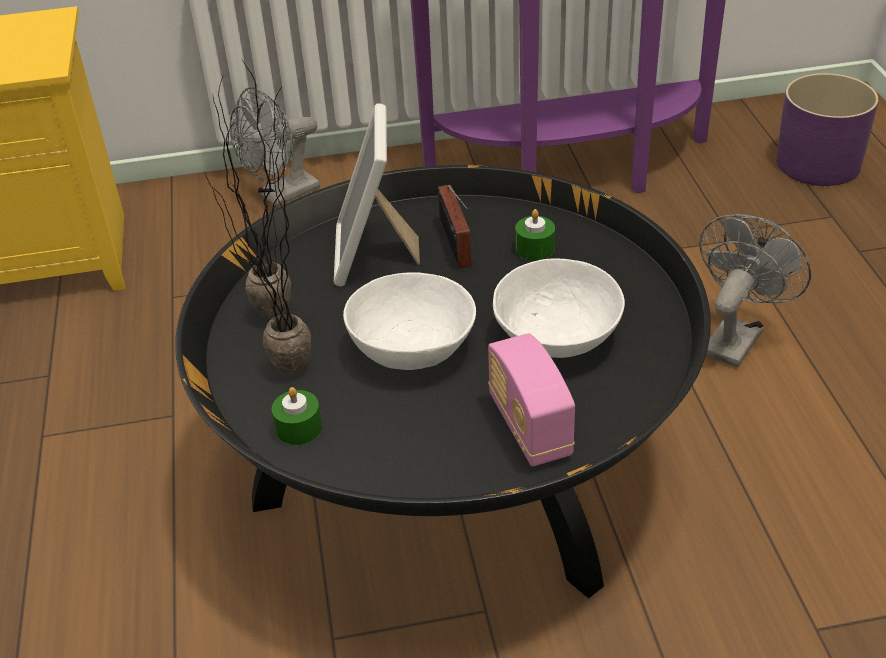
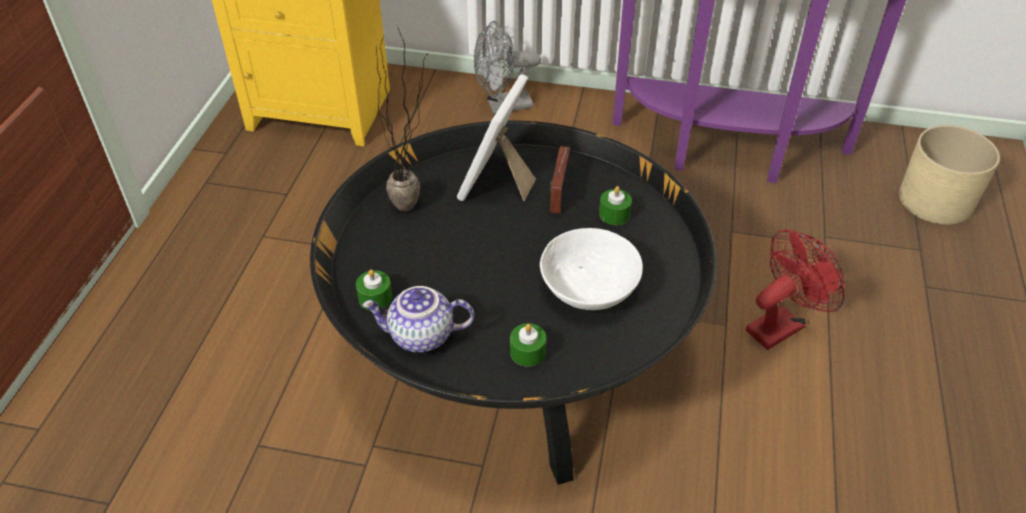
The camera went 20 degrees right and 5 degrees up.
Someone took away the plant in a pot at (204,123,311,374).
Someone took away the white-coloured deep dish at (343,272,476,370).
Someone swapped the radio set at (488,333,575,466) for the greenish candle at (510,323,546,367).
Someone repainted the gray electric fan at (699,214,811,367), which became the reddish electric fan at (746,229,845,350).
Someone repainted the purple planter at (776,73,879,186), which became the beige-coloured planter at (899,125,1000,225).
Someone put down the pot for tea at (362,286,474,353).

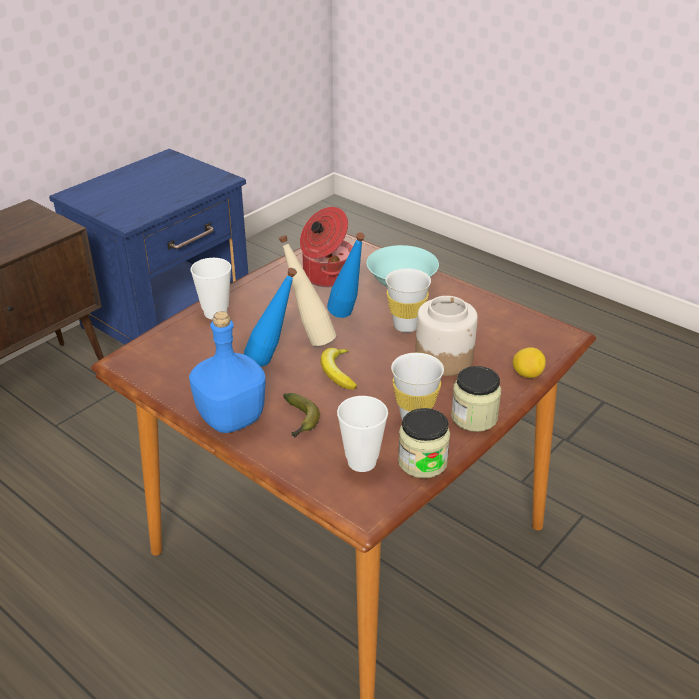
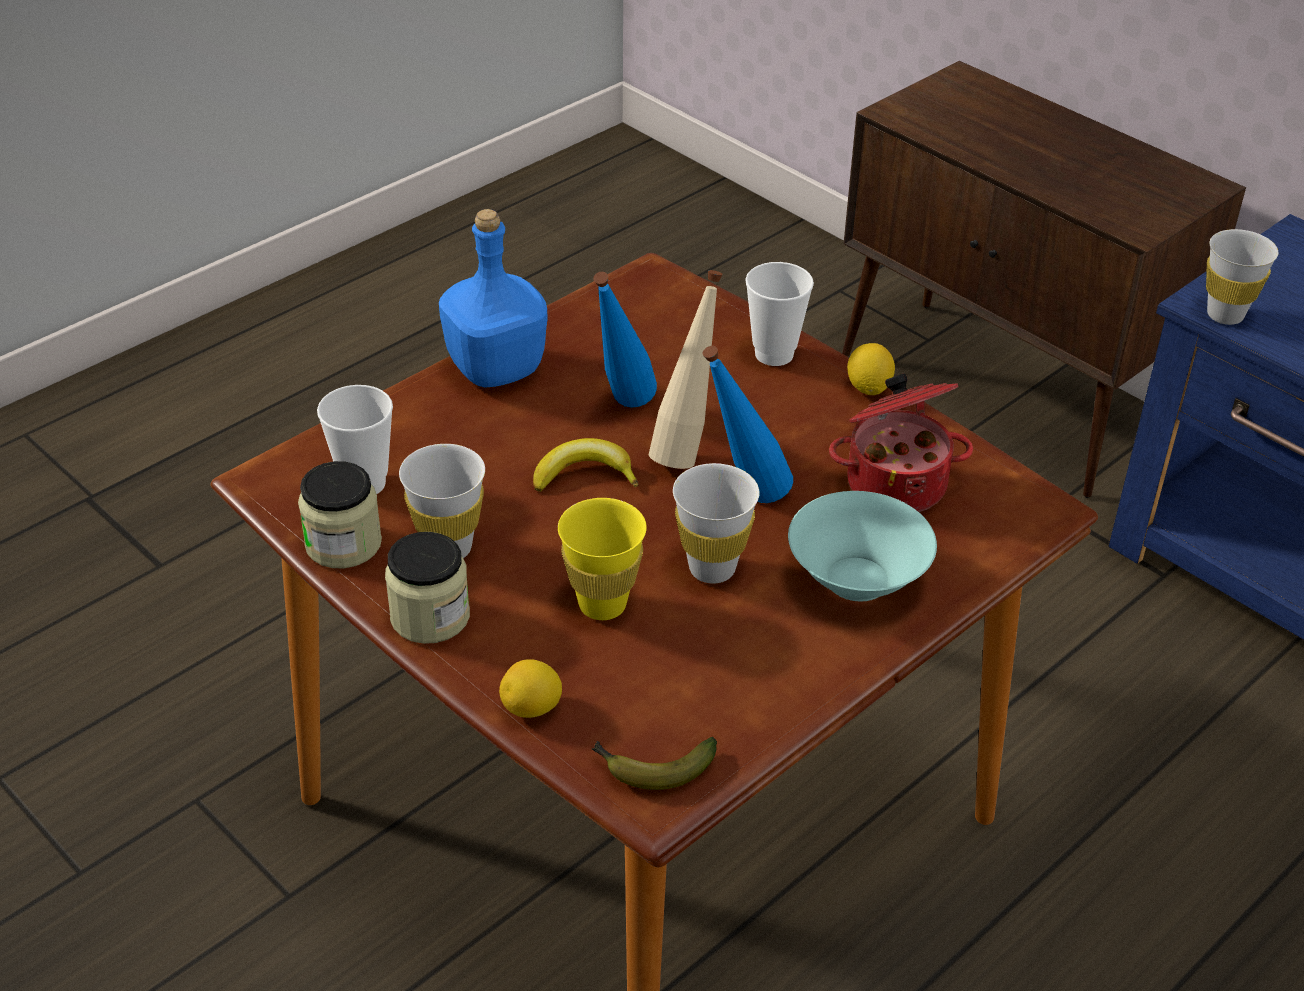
The camera went 95 degrees right and 5 degrees up.
Someone carried the whole banana from (283,393,320,438) to (592,737,717,790).
Someone swapped the preserve jar at (415,296,478,376) for the yellowish small cup at (558,498,647,620).
Someone put down the citrus fruit at (847,343,895,395).
Someone put down the white-coloured small cup at (1206,229,1278,325).

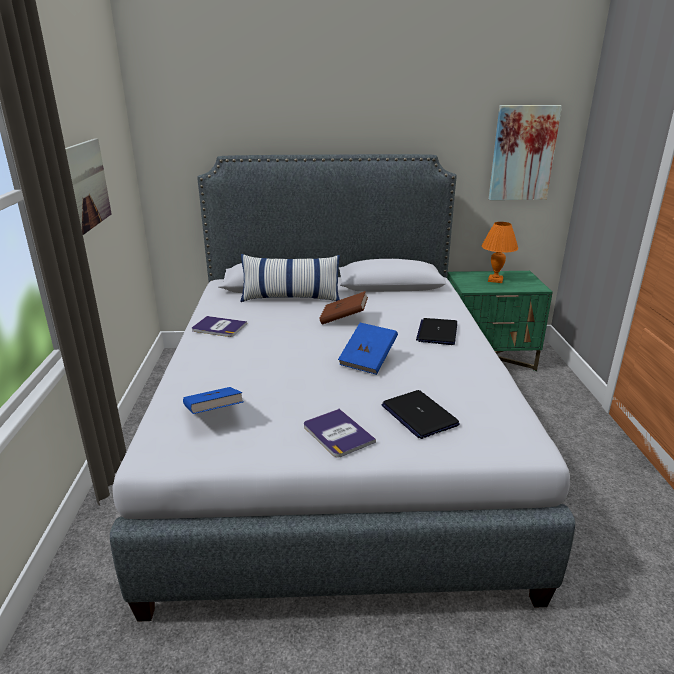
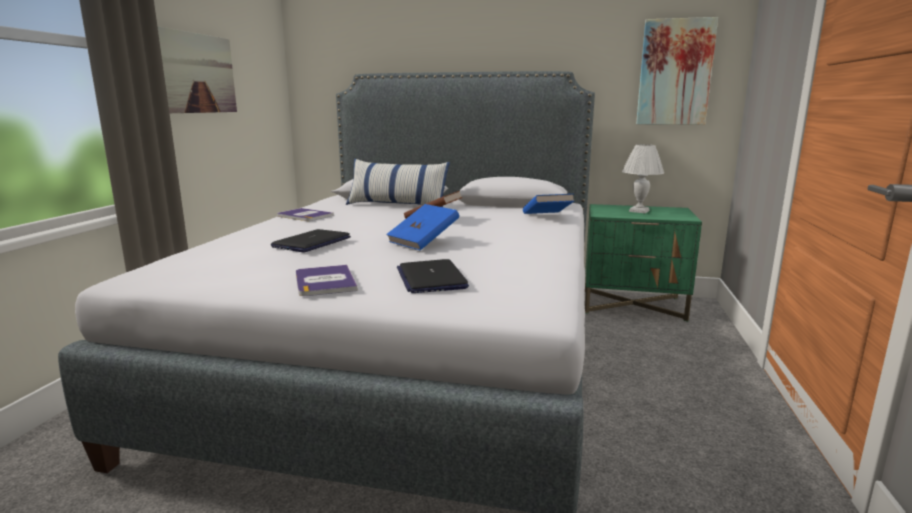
The camera went 15 degrees right and 10 degrees down.
Someone carried the bluish volume from (183,387,244,414) to (523,194,574,214).
Someone carried the notebook computer from (416,318,457,345) to (271,229,351,253).
Someone repainted the orange lamp for a table at (482,222,518,283), which became the white-coloured lamp for a table at (622,144,664,213).

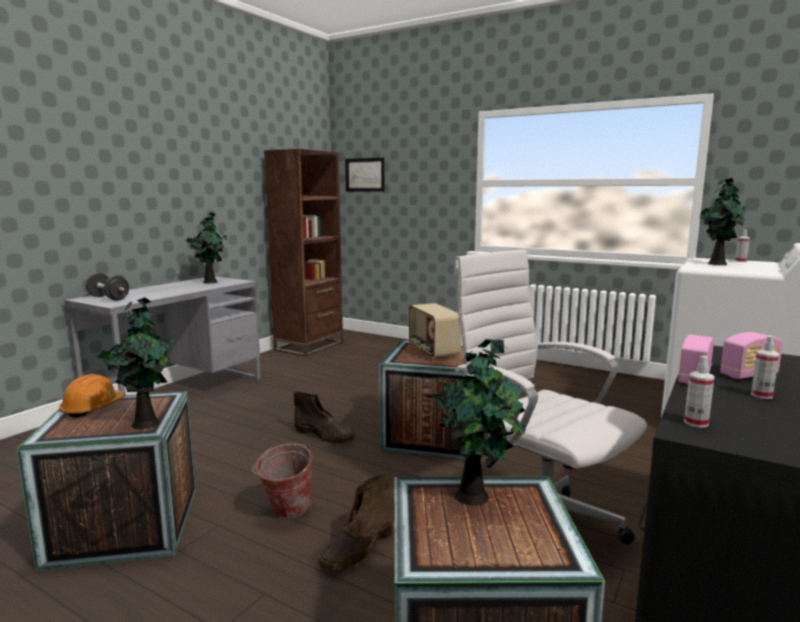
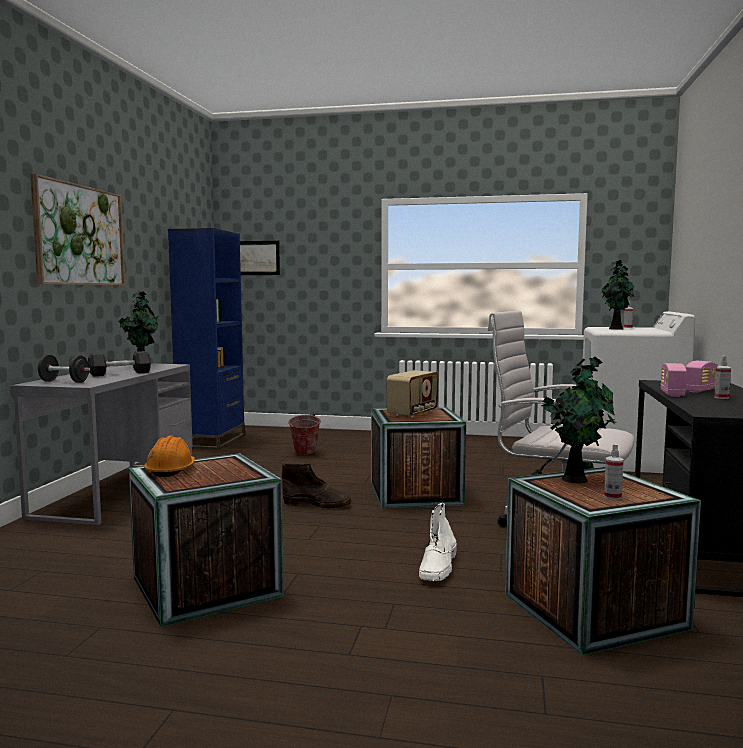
The camera went 20 degrees left and 5 degrees down.
Someone took away the plant in a pot at (97,297,175,429).
Someone carried the bucket from (253,443,312,519) to (288,414,321,455).
Someone repainted the brown-coloured bookshelf at (264,149,343,357), which became the bluish bookshelf at (168,228,245,450).
Someone repainted the brown-coloured high-top boot at (319,472,395,572), which became the white-coloured high-top boot at (419,503,457,581).
Someone rotated the radio set at (409,303,461,359) by 105 degrees counterclockwise.
Someone carried the hand sprayer from (684,356,715,428) to (604,444,624,500).
Someone put up the picture at (30,174,125,285).
Someone put down the blackish dumbbell at (88,351,151,376).

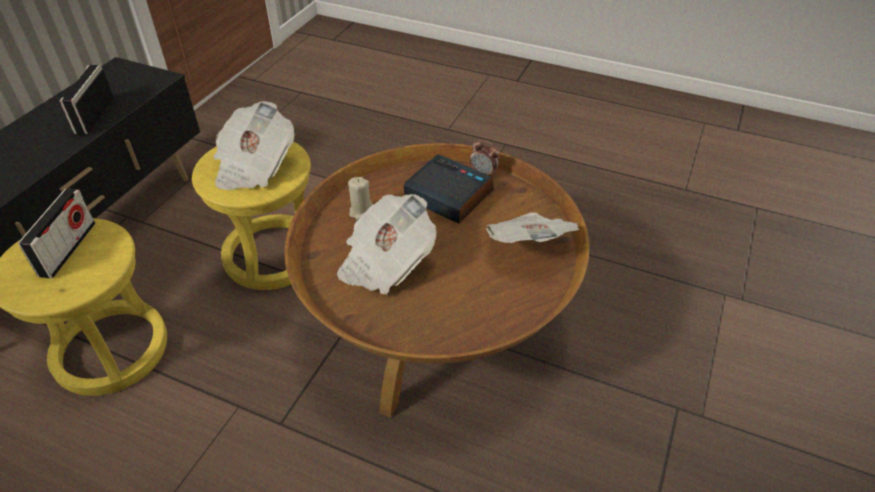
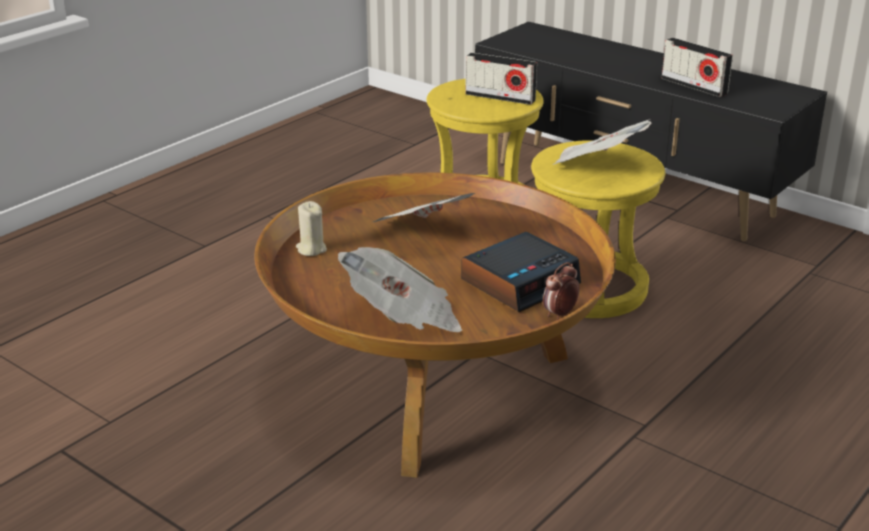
The camera went 105 degrees right and 15 degrees down.
Someone rotated the radio set at (59,65,114,135) by 150 degrees counterclockwise.
Someone carried the beige-coloured candle from (348,177,373,219) to (296,201,327,256).

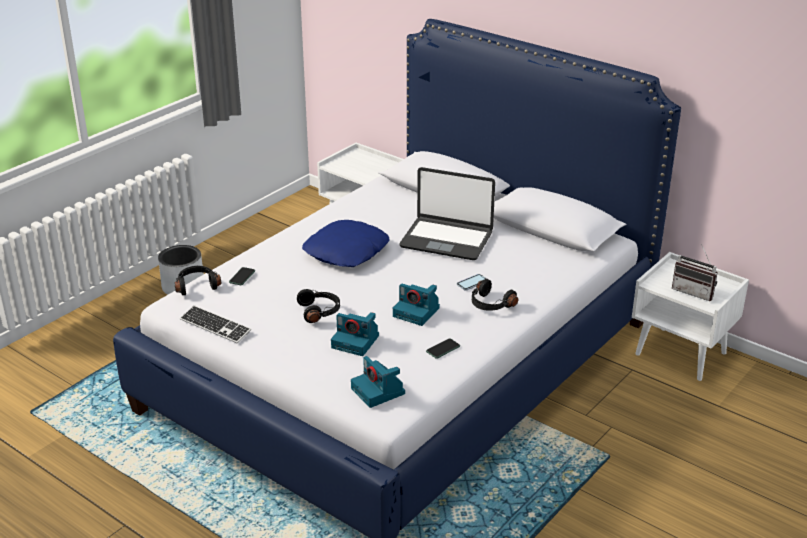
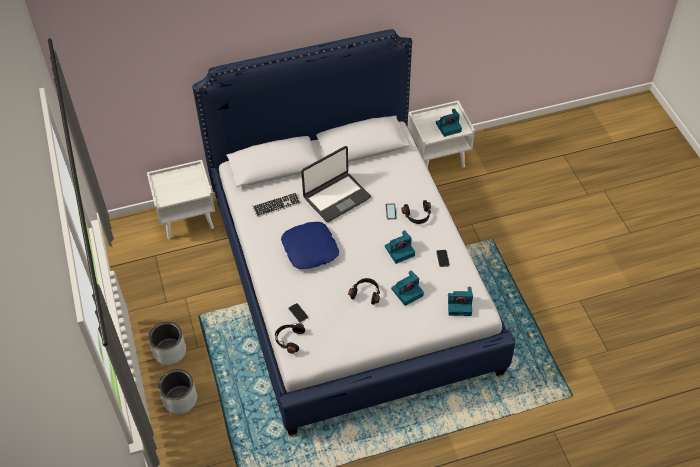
The camera went 55 degrees left and 20 degrees up.
Someone carried the keyboard from (180,305,251,343) to (253,192,301,217).
Someone swapped the radio set at (672,244,718,301) for the photo camera at (436,108,462,137).
Someone put down the gray planter at (158,369,197,414).

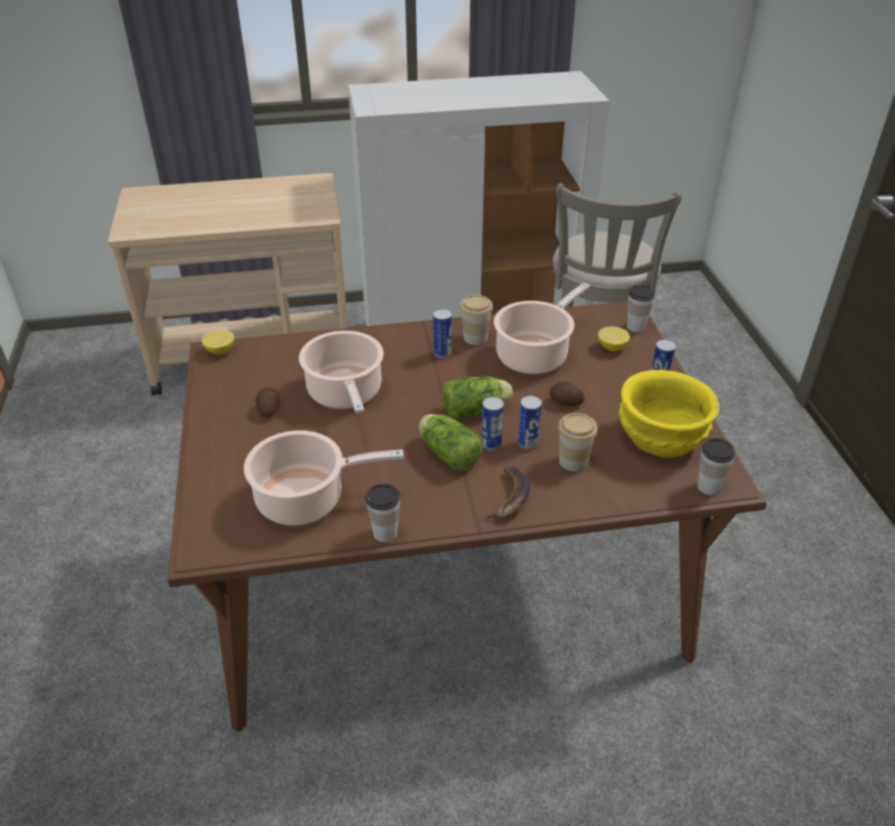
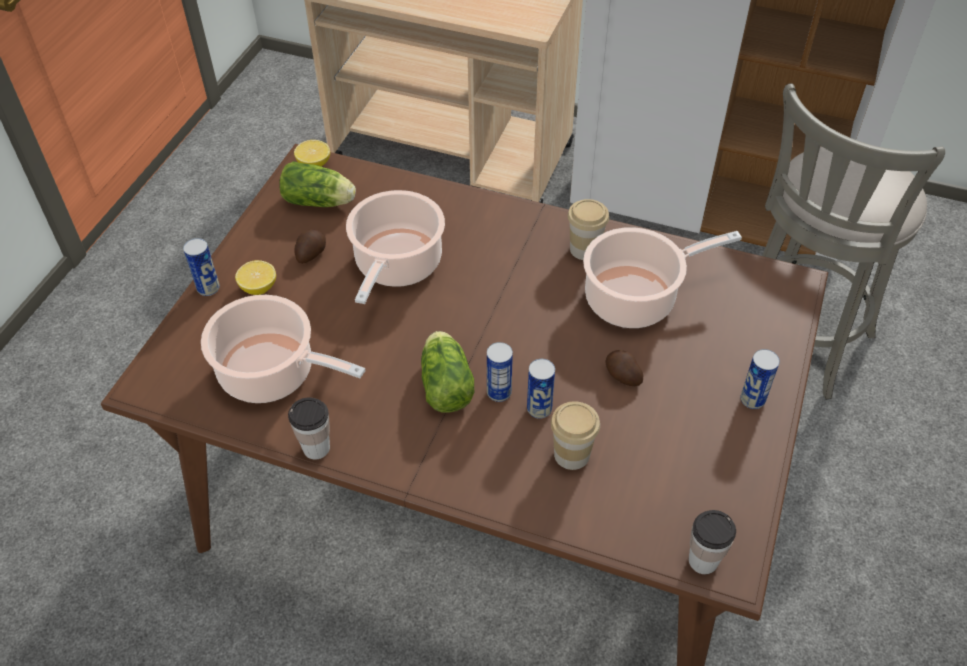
The camera went 30 degrees right and 10 degrees up.
Someone carried the can from (433,309,452,358) to (183,238,220,296).
Someone carried the lettuce head from (442,377,513,419) to (279,161,356,207).
Someone took away the whole banana at (482,467,530,520).
Someone carried the citrus fruit from (598,327,630,351) to (235,260,276,295).
Someone took away the yellowish deep dish at (619,370,719,458).
Someone took away the small cup at (627,284,655,332).

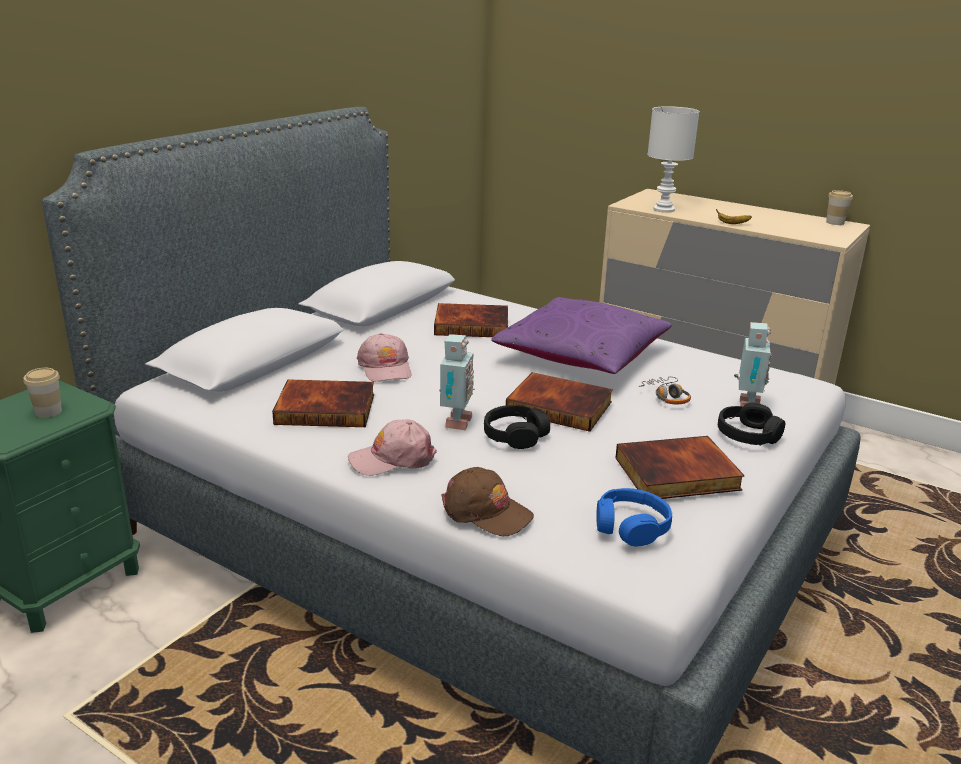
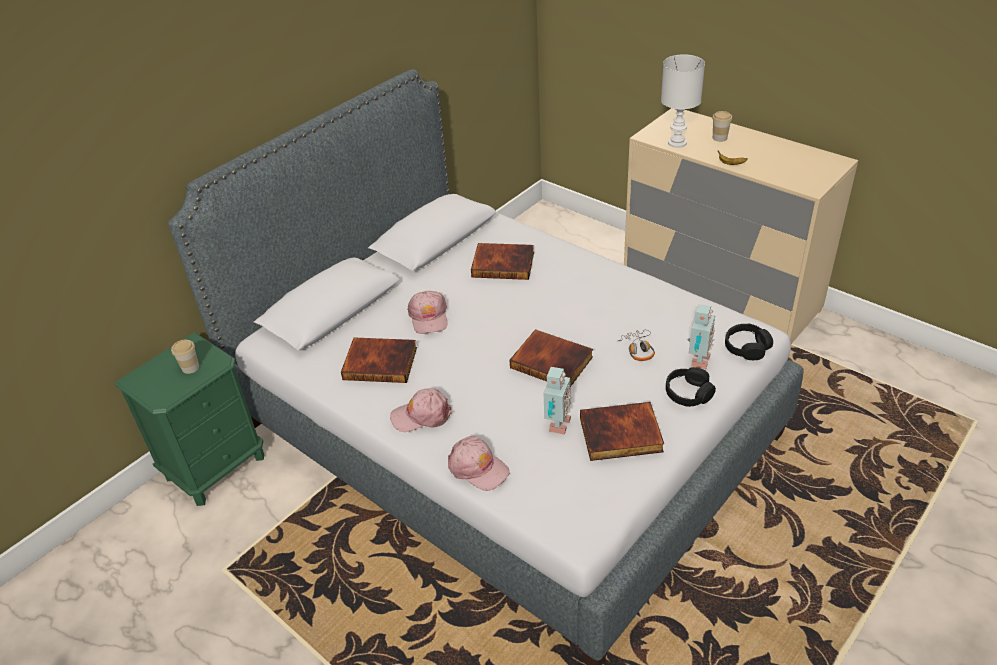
The camera went 10 degrees right and 15 degrees up.
Someone carried the model robot from (440,334,475,430) to (544,367,572,435).
Someone repainted the brown-coloured peaked cap at (441,467,534,536), which became the pink peaked cap at (448,436,510,491).
Someone carried the blackish headset from (484,405,550,449) to (725,324,773,360).
Someone took away the purple cushion at (491,297,672,374).
Someone took away the bluish headset at (596,488,672,546).
Someone carried the small cup from (826,190,853,225) to (712,111,732,142).

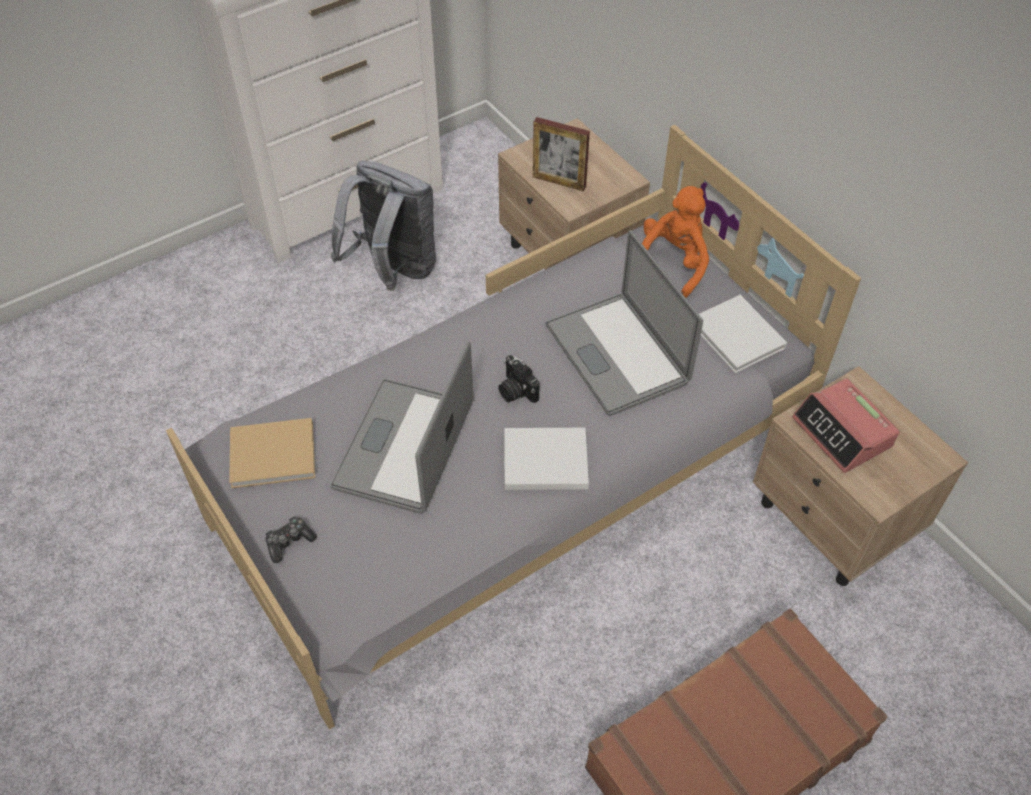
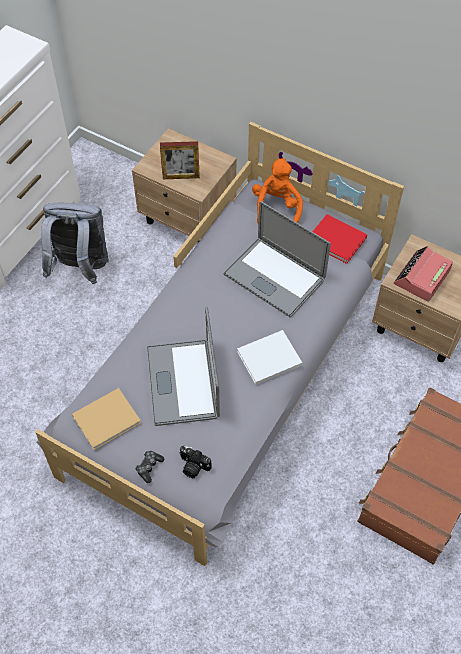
The camera went 25 degrees left and 5 degrees up.
Someone carried the photo camera from (498,355,539,403) to (179,446,212,478).
Someone repainted the white-coloured volume at (699,295,787,373), which became the reddish volume at (313,214,367,264).
Someone rotated the alarm clock at (792,378,899,473) by 90 degrees clockwise.

